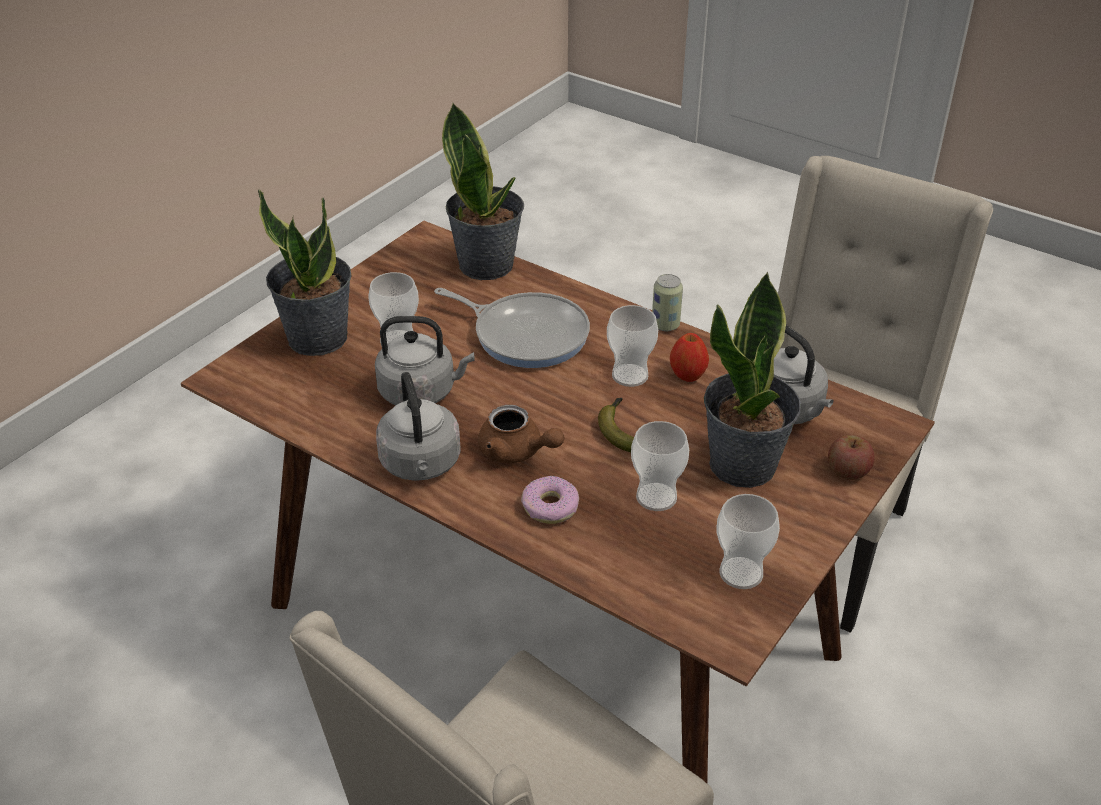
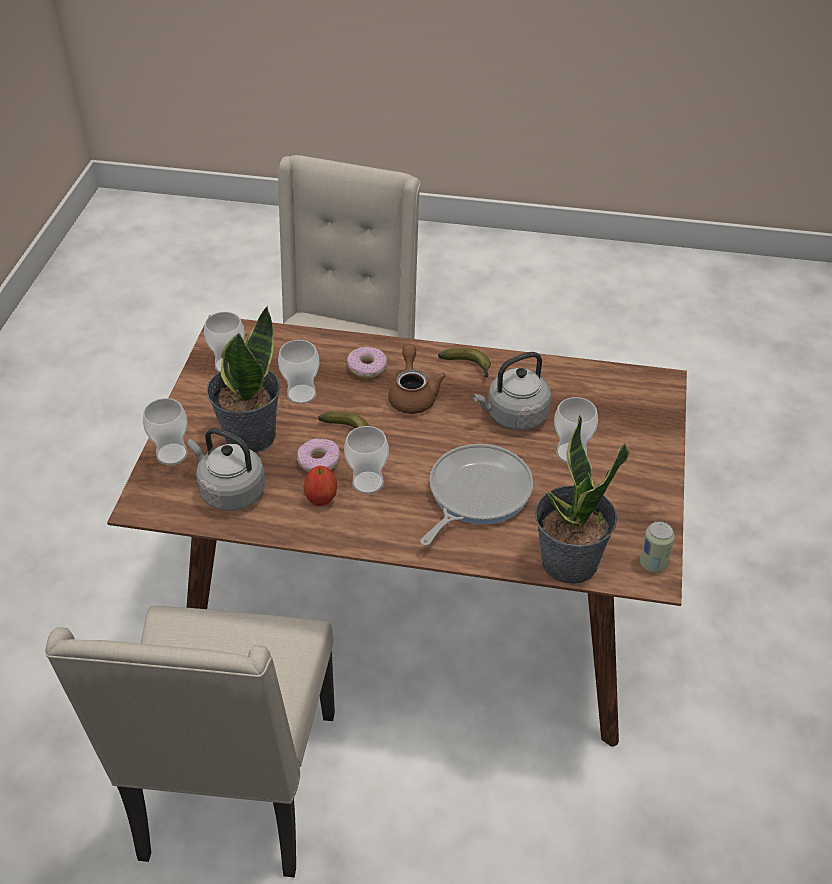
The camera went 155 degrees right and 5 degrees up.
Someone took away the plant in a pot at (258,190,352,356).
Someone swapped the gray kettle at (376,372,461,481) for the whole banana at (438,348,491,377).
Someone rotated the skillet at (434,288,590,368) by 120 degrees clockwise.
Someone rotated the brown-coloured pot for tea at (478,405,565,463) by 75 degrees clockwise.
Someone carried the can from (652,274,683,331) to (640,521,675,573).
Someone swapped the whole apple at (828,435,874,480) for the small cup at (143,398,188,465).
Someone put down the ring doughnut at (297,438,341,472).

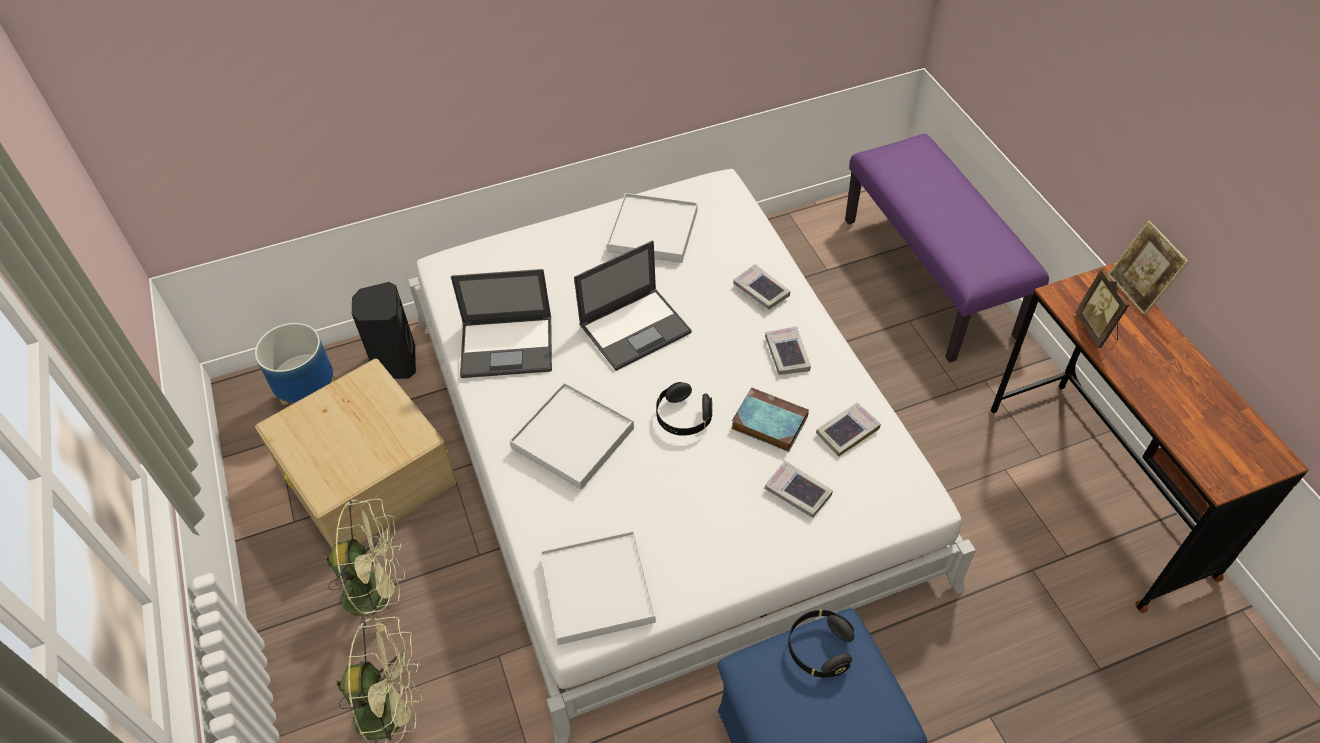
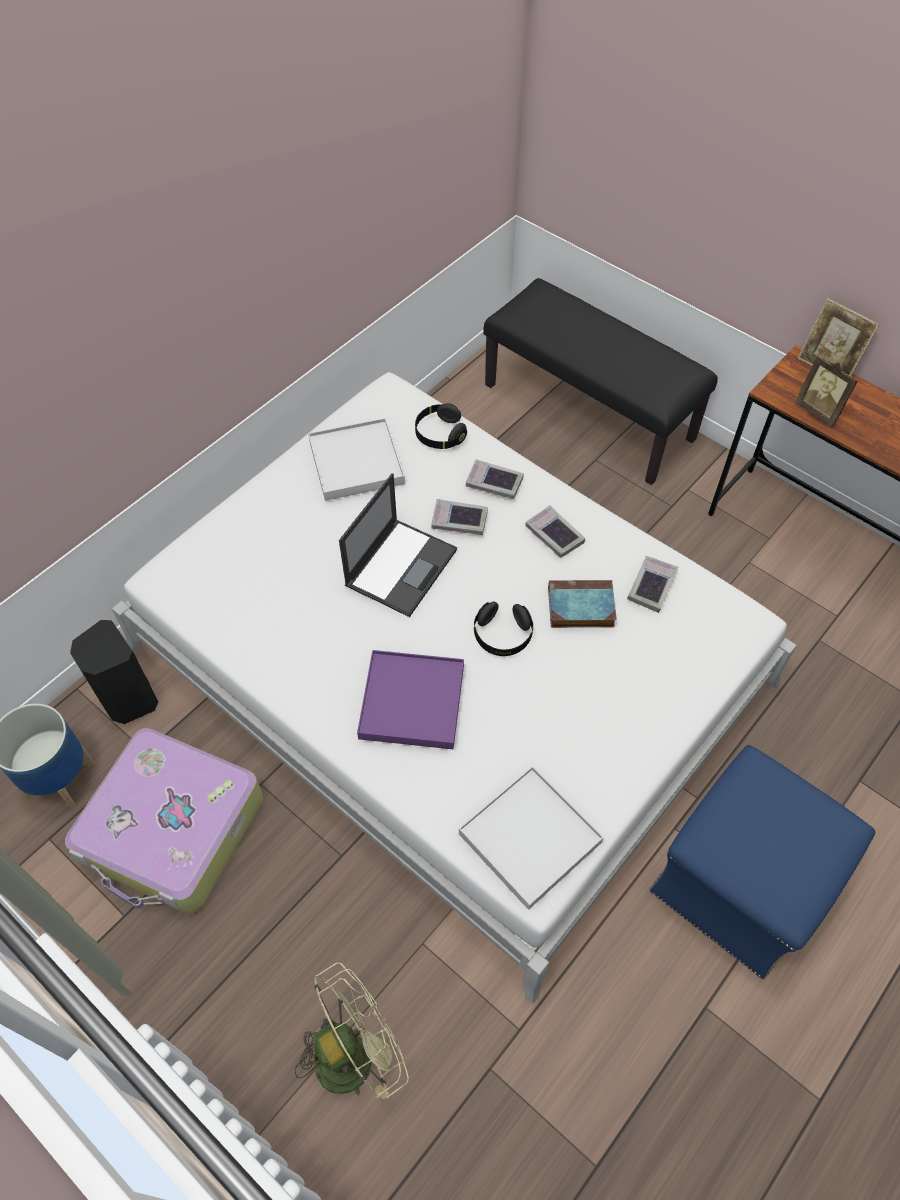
The camera went 30 degrees left and 5 degrees up.
Someone swapped the beige-coloured storage box at (255,359,457,548) for the piece of luggage at (65,728,263,914).
Someone took away the greenish electric fan at (325,499,405,633).
Someone took away the notebook computer at (451,269,552,378).
Someone repainted the white-coloured serving tray at (509,382,634,490), which became the purple serving tray at (357,650,464,749).
Someone carried the volume from (765,461,833,518) to (431,499,488,535).
Someone carried the blackish headset from (788,610,854,677) to (415,403,467,449).
Someone repainted the purple bench at (845,134,1049,363), which became the blackish bench at (483,278,718,485).

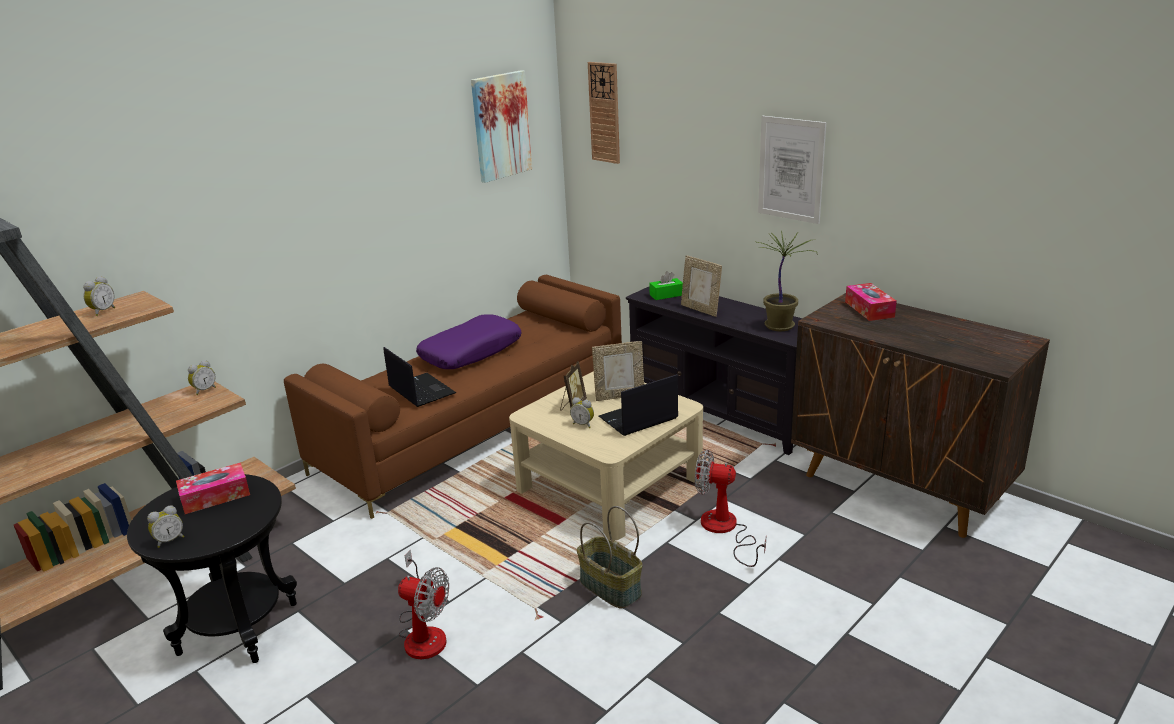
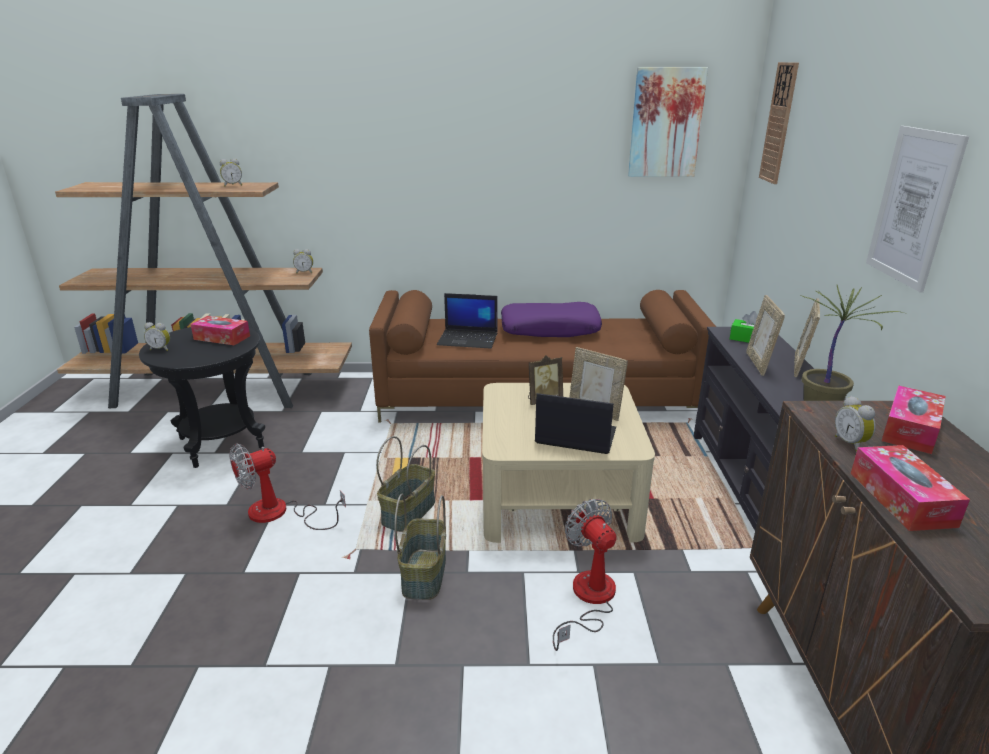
The camera went 45 degrees right and 0 degrees up.
Someone rotated the notebook computer at (383,347,456,407) by 90 degrees clockwise.
Someone rotated the electric fan at (398,550,449,659) by 75 degrees clockwise.
Someone carried the alarm clock from (570,397,594,428) to (835,396,876,452).
Someone put down the basket at (376,436,435,532).
Someone put down the photo frame at (794,298,820,378).
Someone put down the tissue box at (851,445,970,531).

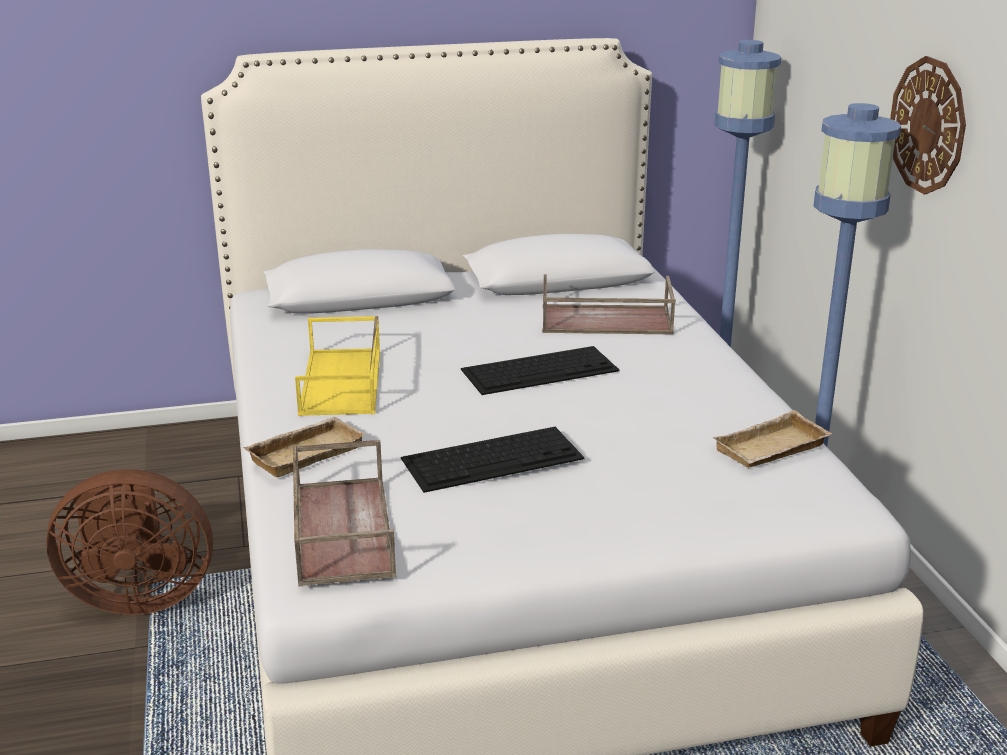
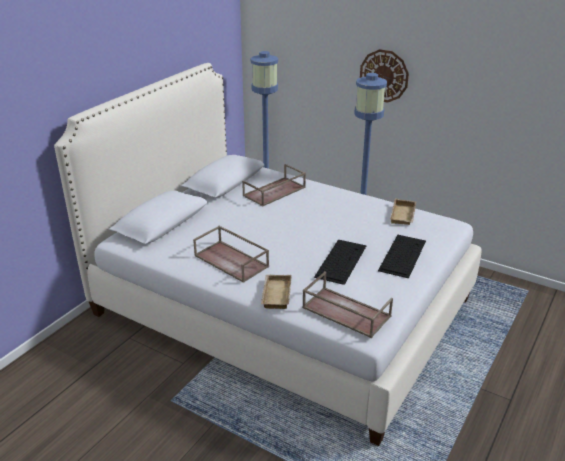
The camera went 45 degrees left and 5 degrees up.
Someone took away the brown-coloured electric fan at (46,469,213,615).
Someone repainted the yellowish serving tray at (295,316,380,416), which became the brown-coloured serving tray at (193,226,269,283).
Someone carried the keyboard from (461,346,619,395) to (378,235,426,278).

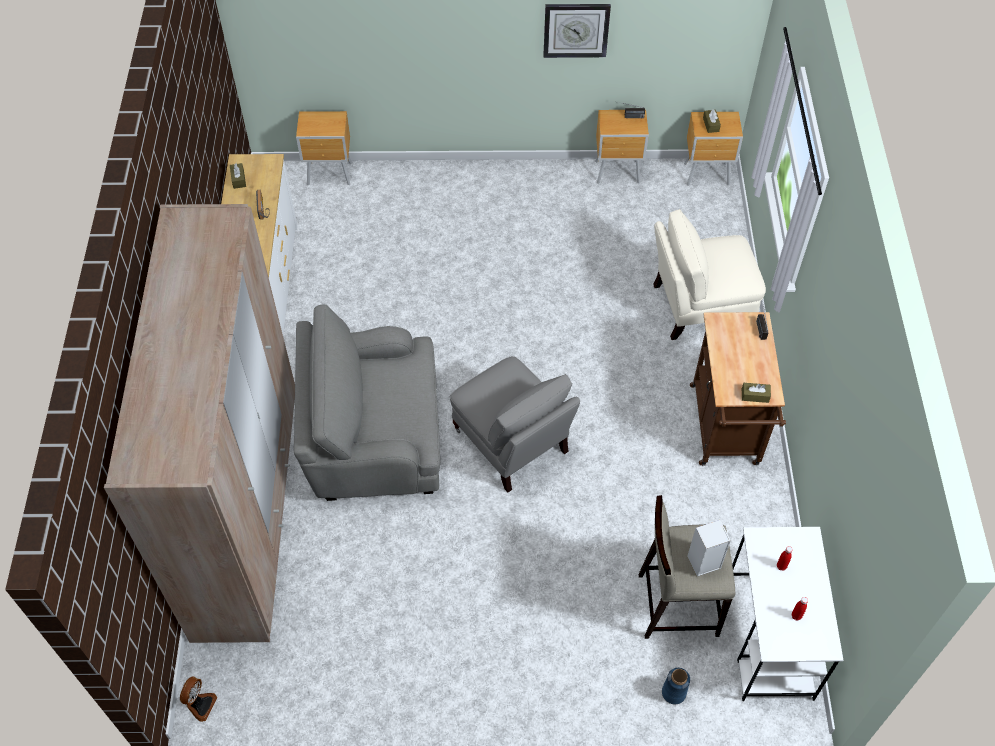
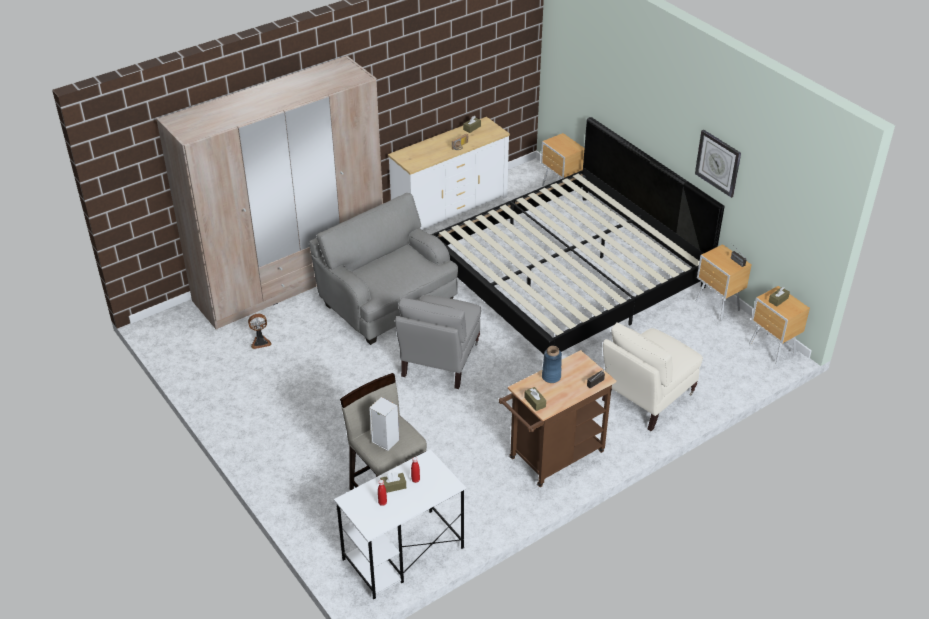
The camera went 55 degrees right and 15 degrees down.
Someone carried the electric fan from (180,676,217,722) to (248,314,272,349).
Someone rotated the beige-coloured easy chair at (653,209,766,340) by 90 degrees counterclockwise.
Someone carried the bluish flower vase from (662,668,690,704) to (542,346,562,383).
Someone put down the brown-coloured tissue box at (380,472,406,493).
Someone put down the bedroom bed at (431,117,724,354).

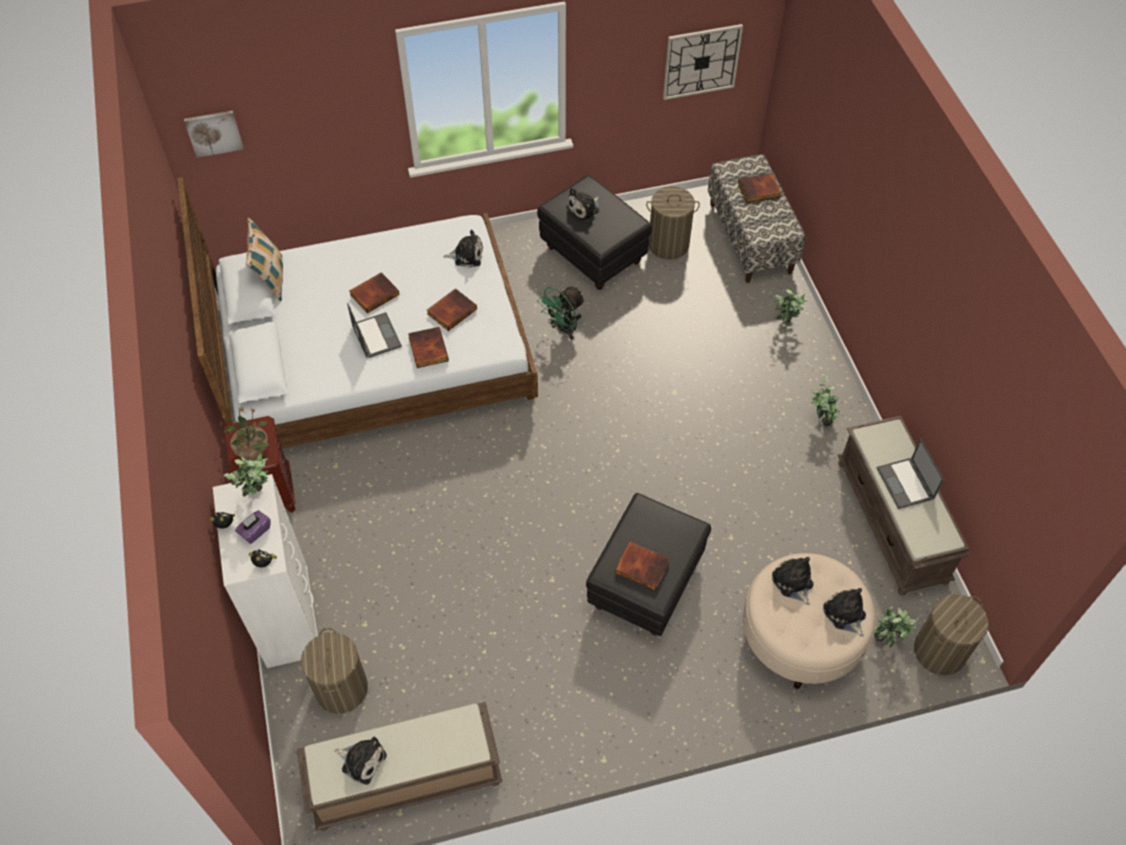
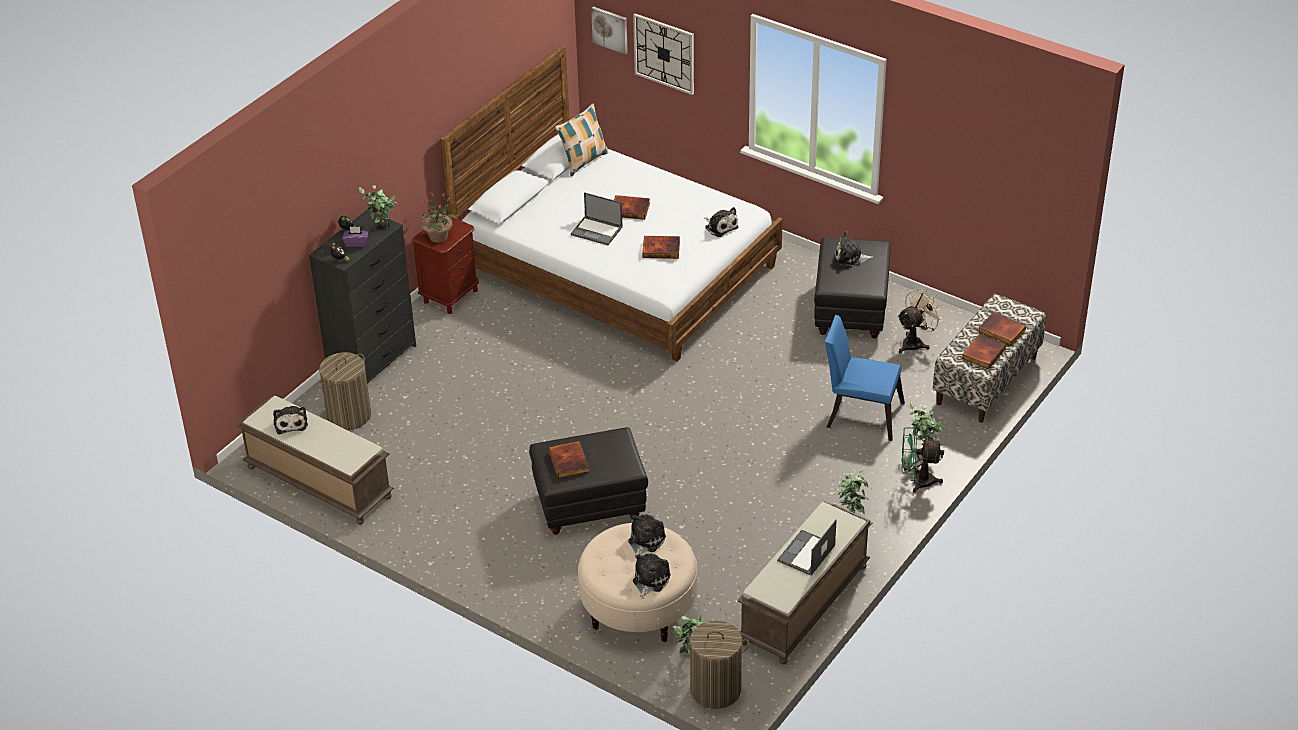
The camera went 50 degrees right and 15 degrees down.
Someone repainted the white-coloured dresser at (213,474,318,668), which became the blackish dresser at (309,210,416,383).
Someone rotated the notebook computer at (347,303,402,359) by 90 degrees clockwise.
Someone carried the volume from (408,327,449,368) to (961,333,1006,369).
Someone carried the greenish electric fan from (537,286,585,340) to (901,427,944,493).
Someone swapped the laundry basket at (646,186,700,260) for the beige-coloured electric fan at (897,288,945,353).
Someone carried the clock on the wall from (663,24,743,100) to (633,14,694,95).
Someone put down the bluish chair at (825,315,905,441).

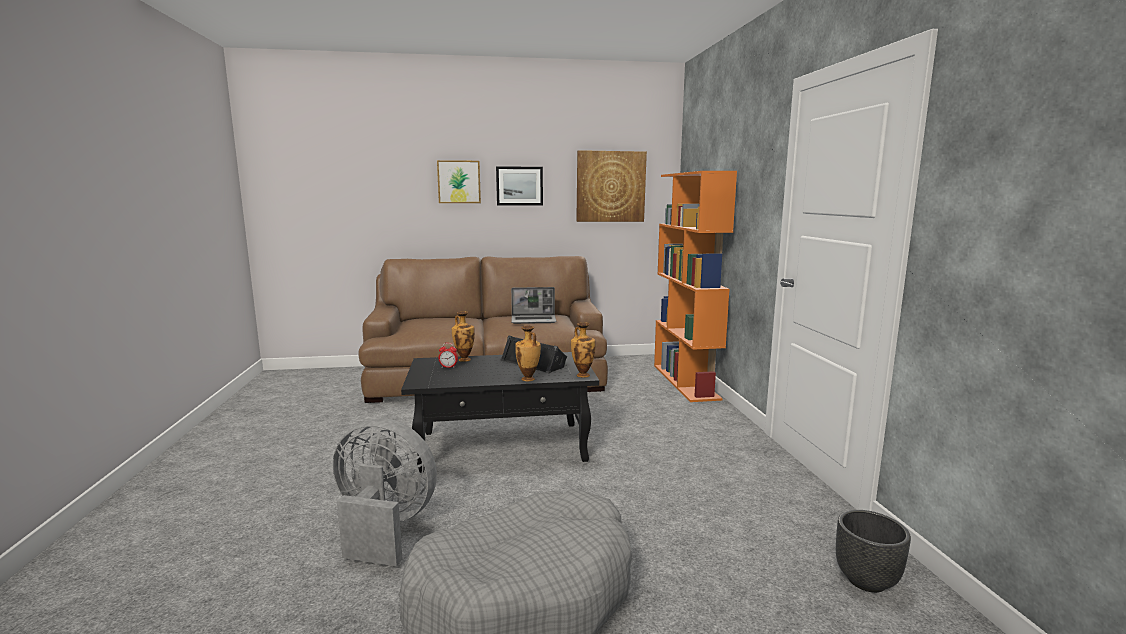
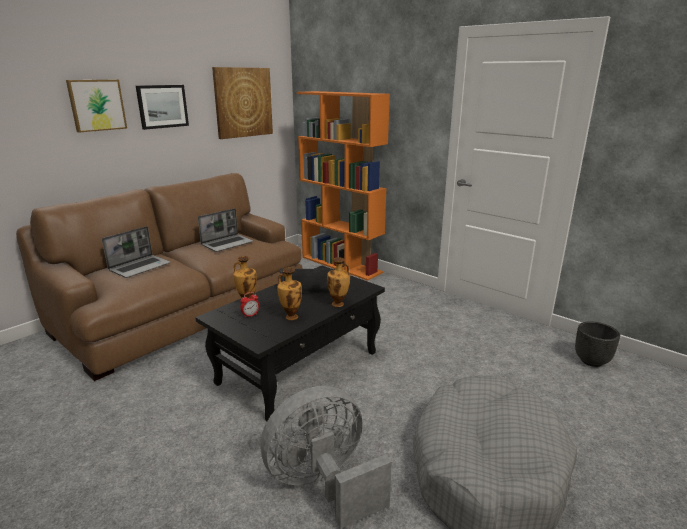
The camera went 40 degrees left and 10 degrees up.
Someone carried the flower vase from (571,322,595,378) to (277,267,302,320).
Someone put down the notebook computer at (102,226,171,278).

